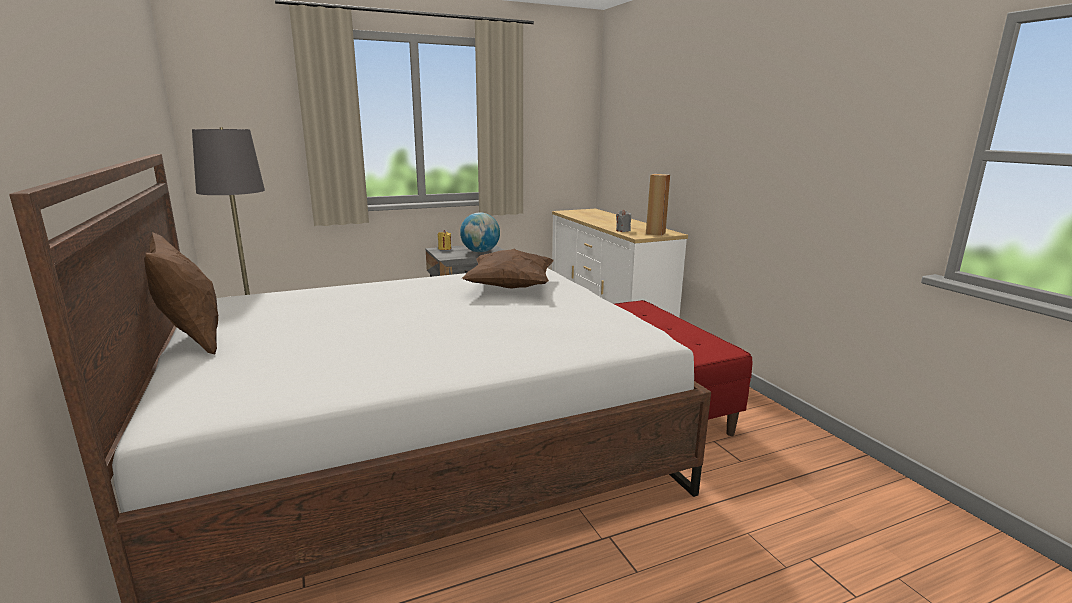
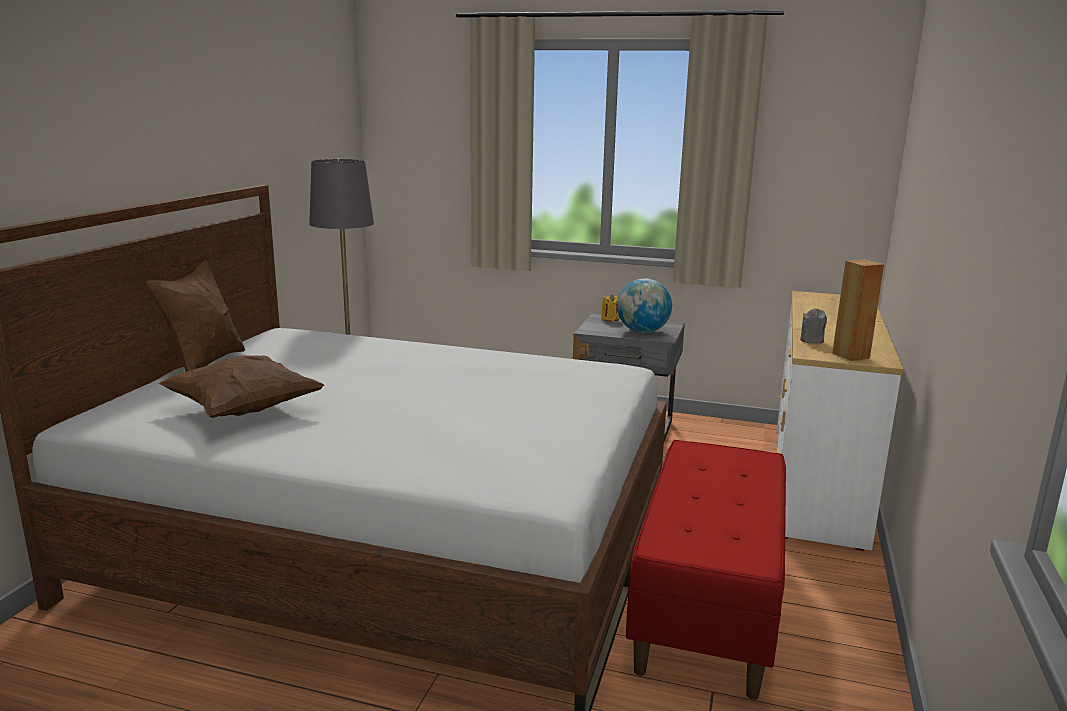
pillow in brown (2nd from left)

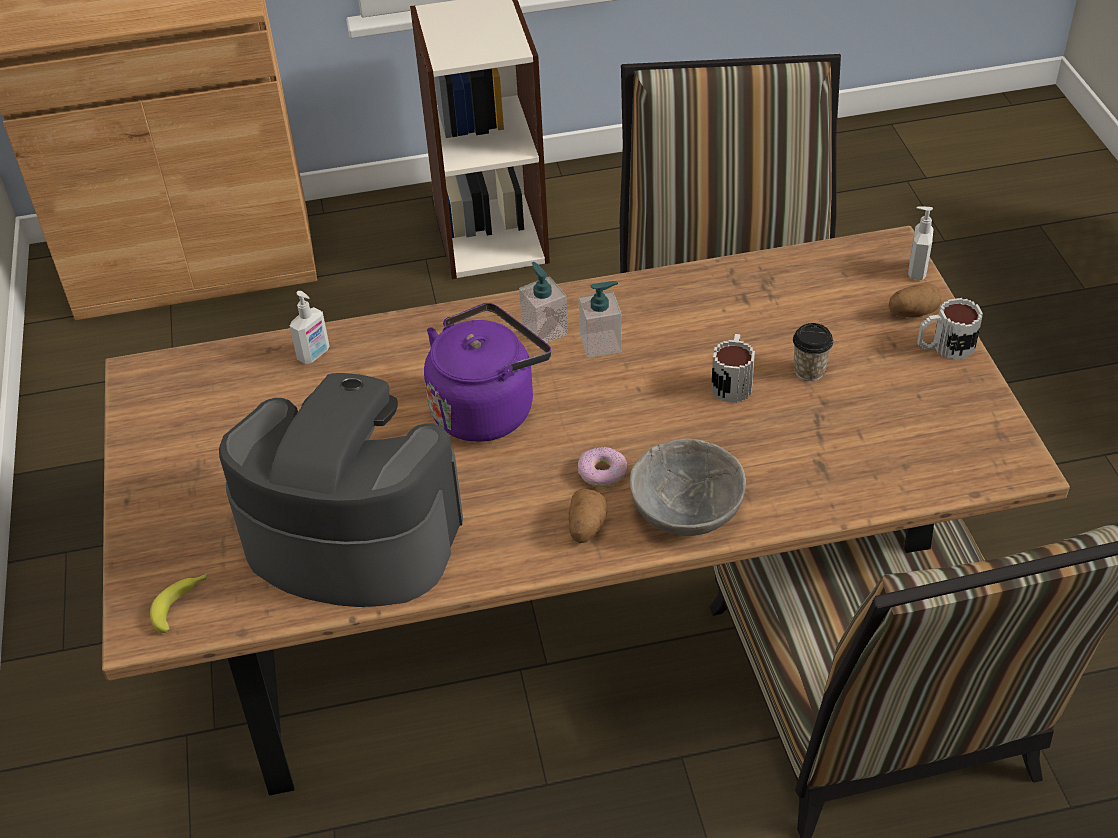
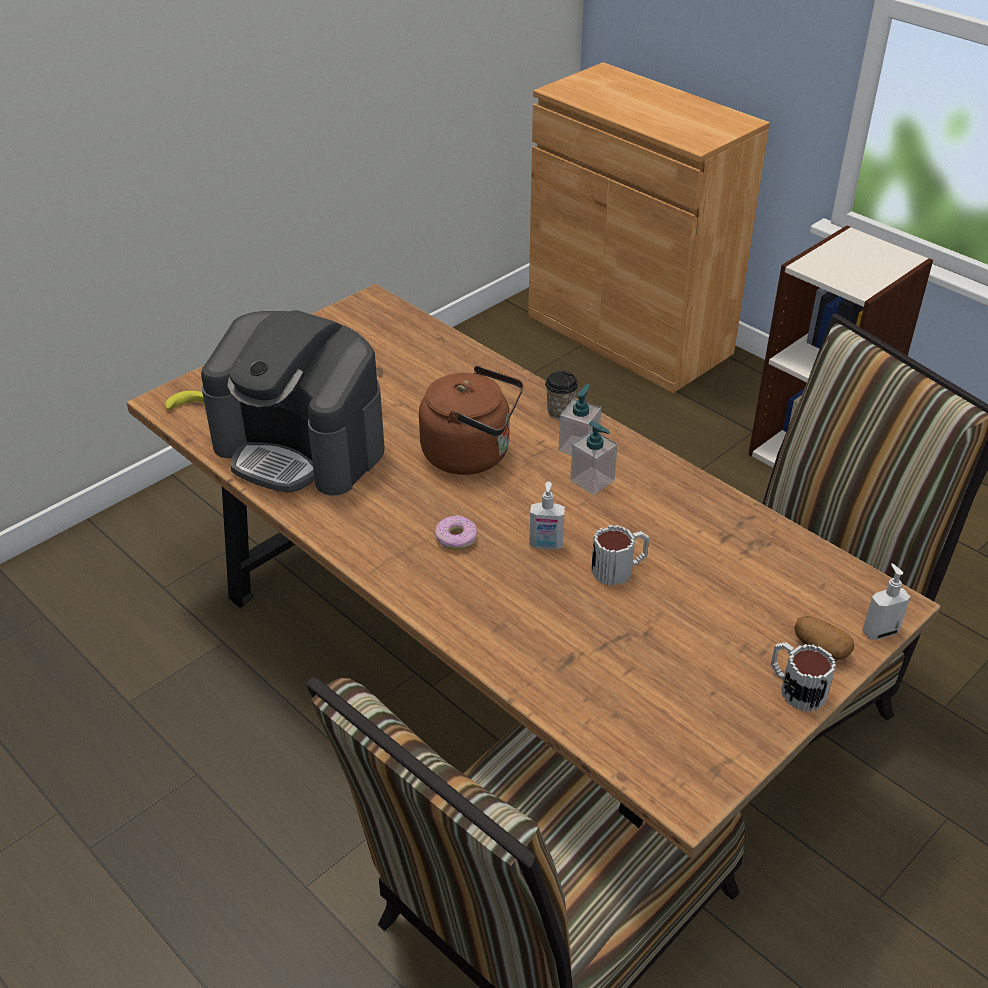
coffee machine; kettle in brown; soap dispenser (1st from left); cup; potato (1st from left in the first image); bowl in grey

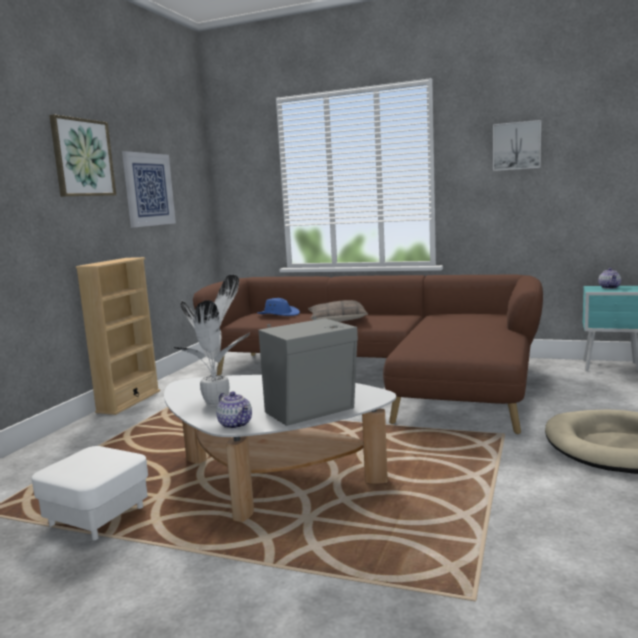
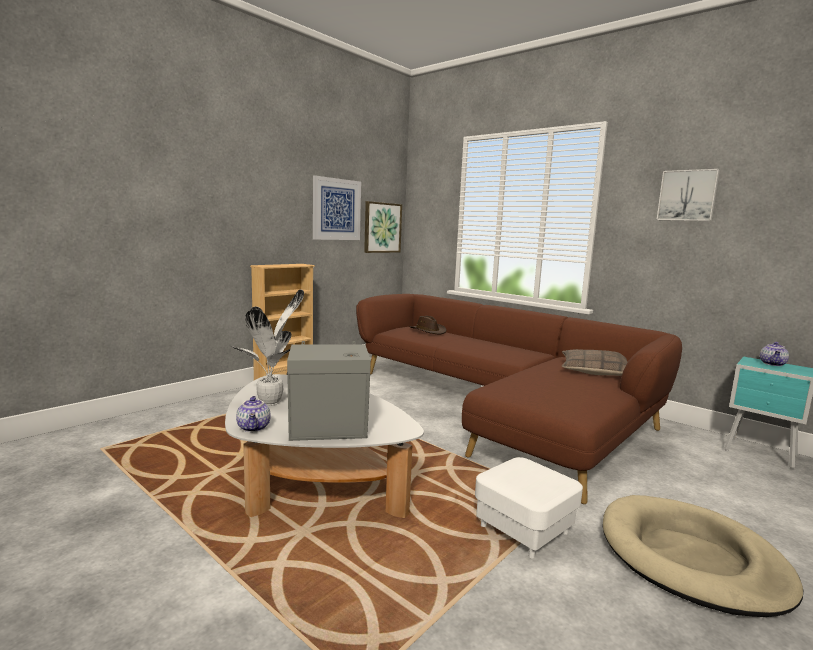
picture (2nd from left); hat in brown; ottoman in white; pillow

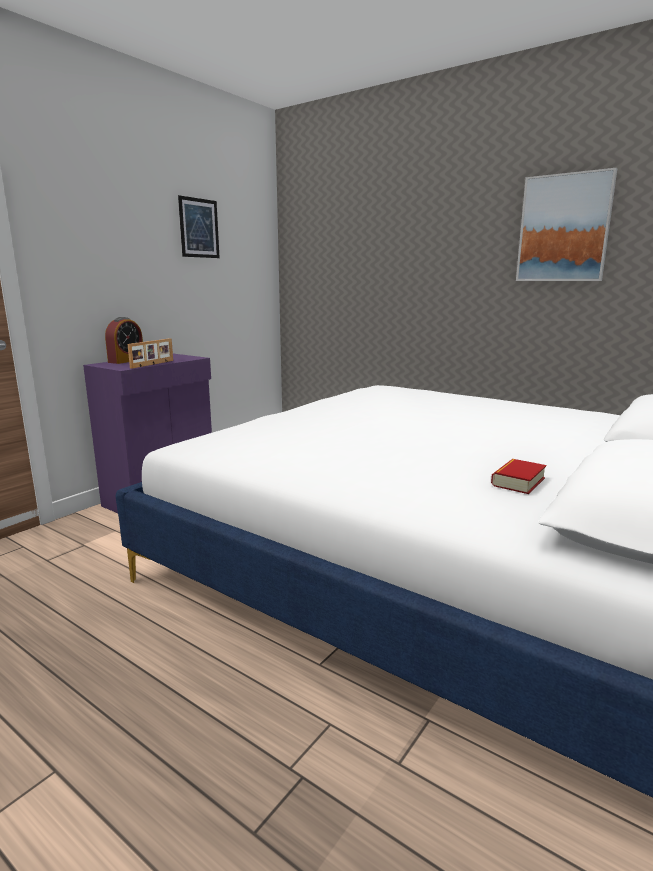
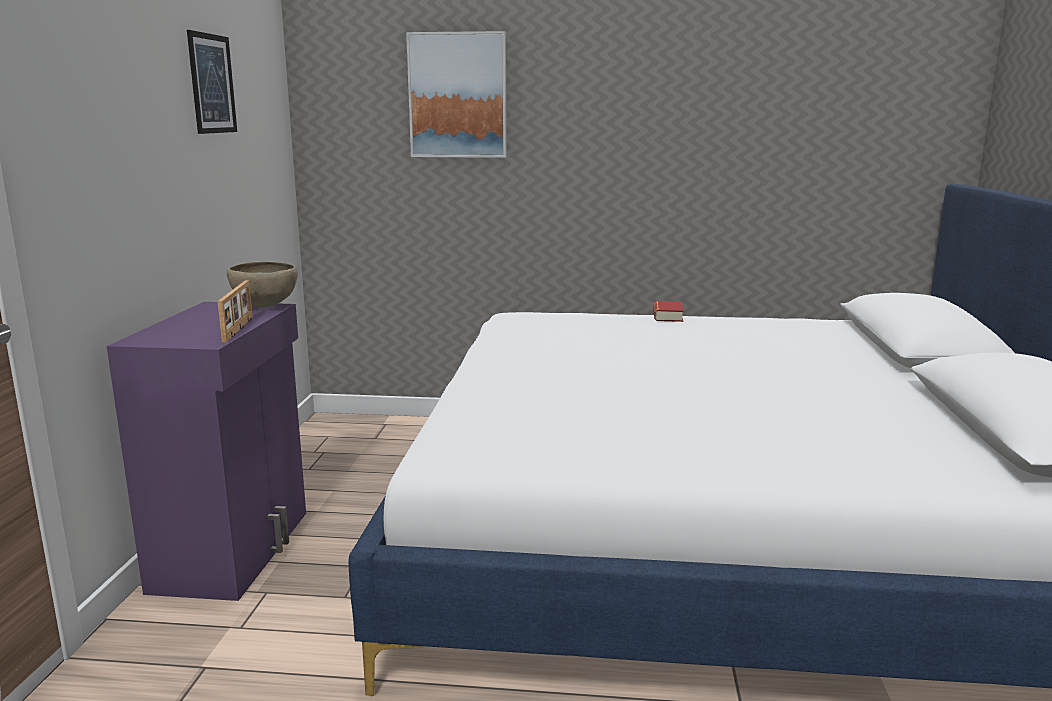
bowl in brown; picture (2nd from left); book; alarm clock

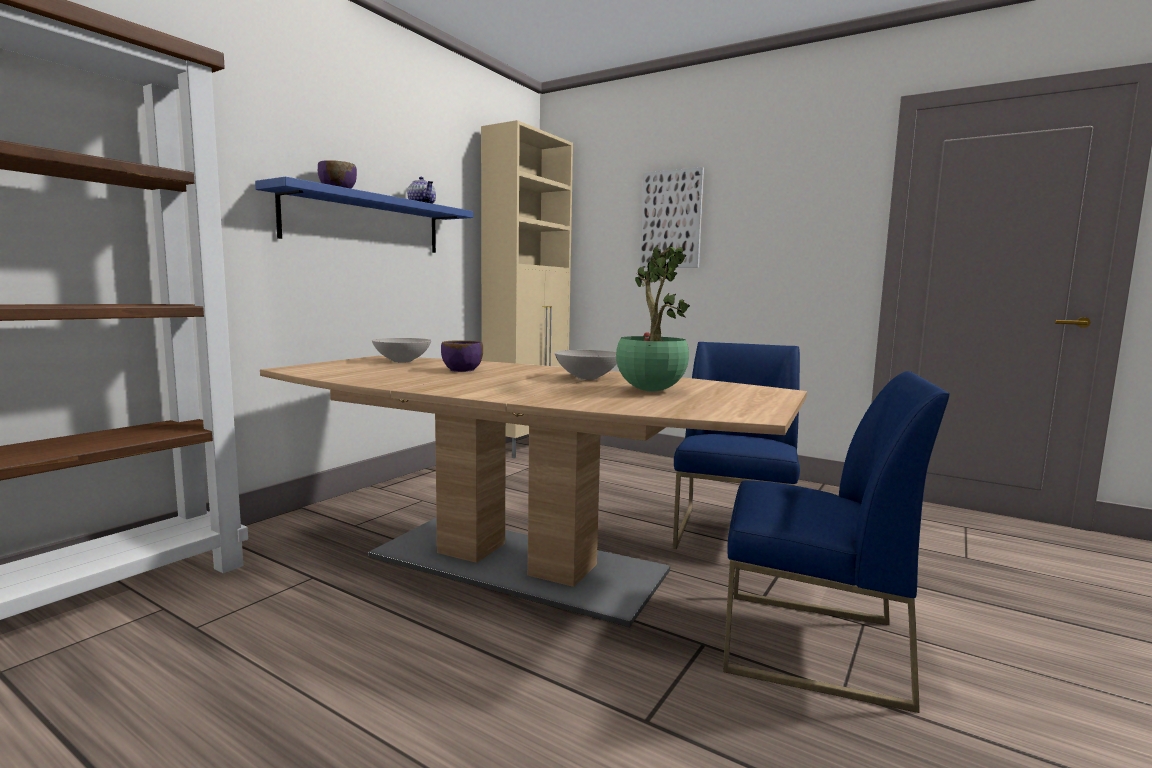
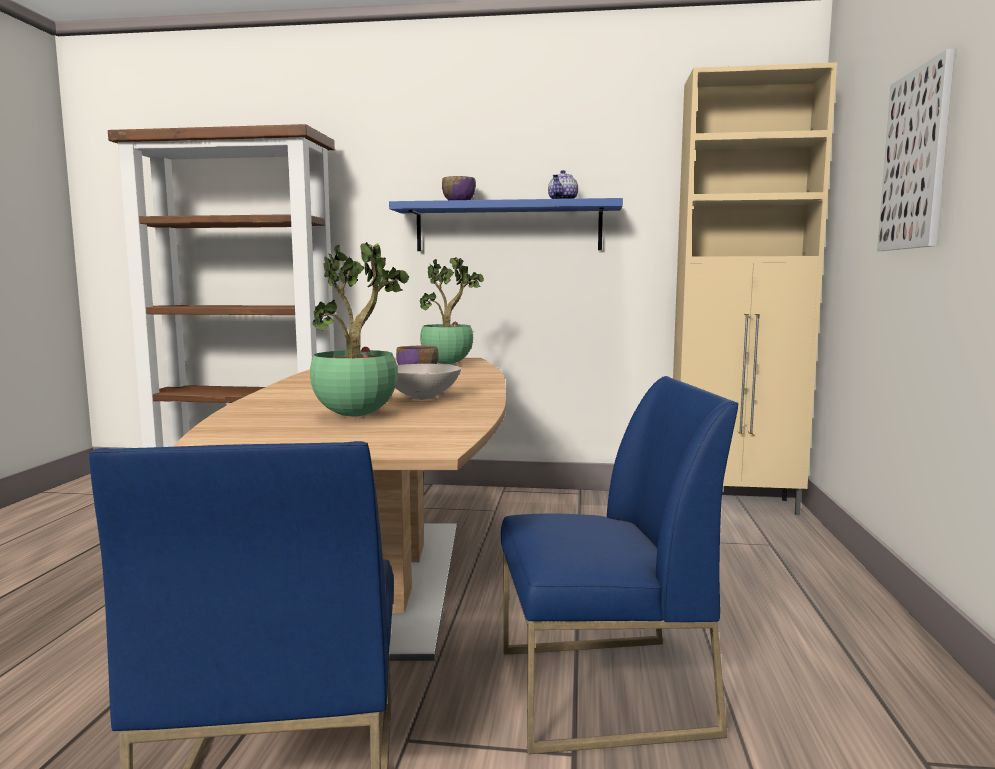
potted plant (2nd from left)

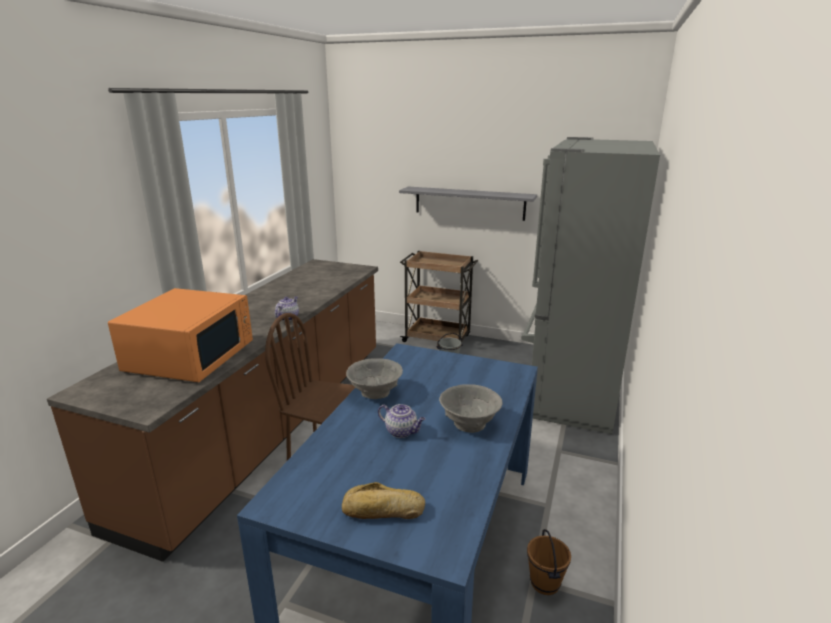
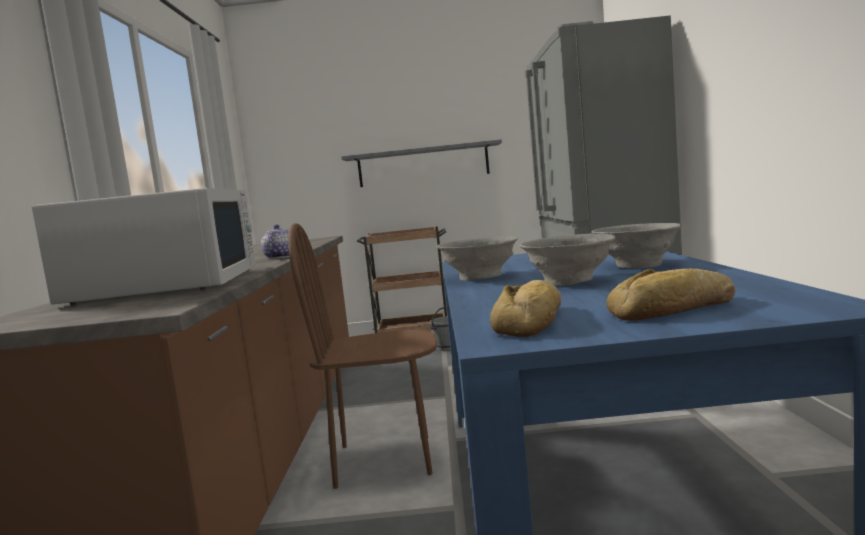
microwave in white; bread (1st from left); bowl in grey (2nd from left); bucket in brown

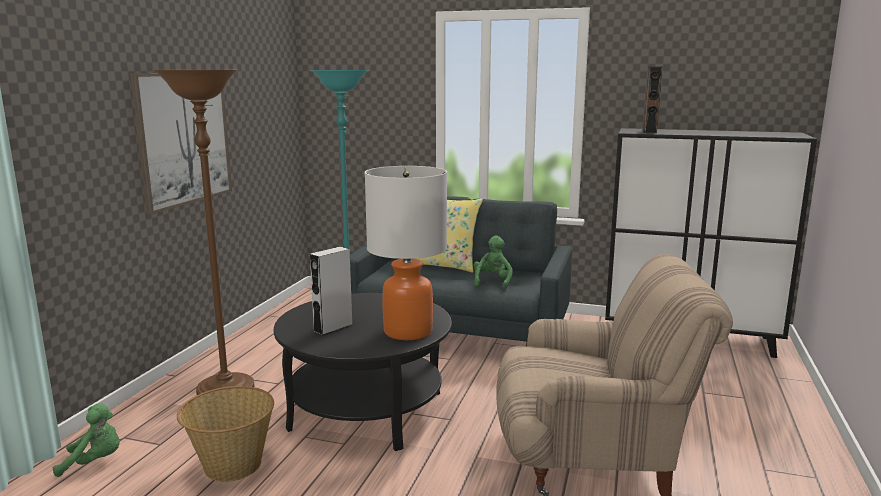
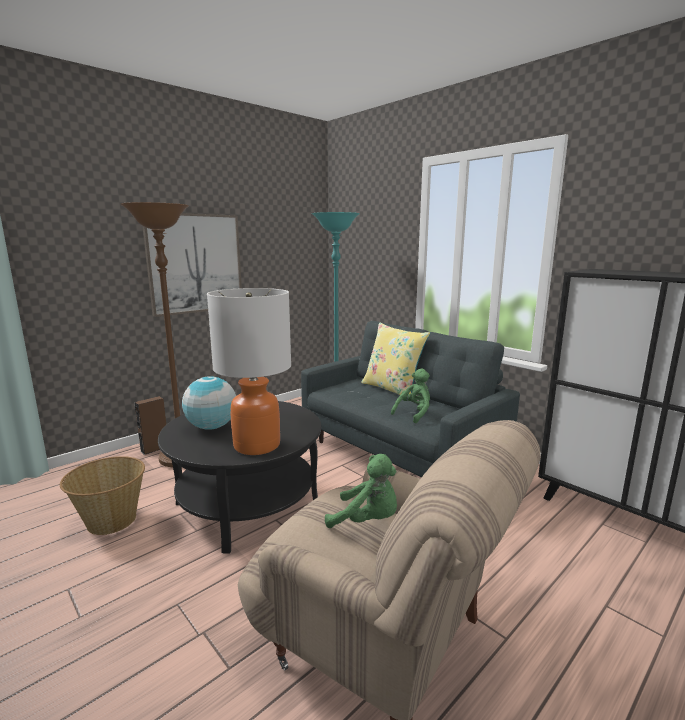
speaker in brown; globe; plush toy in green (1st from left)

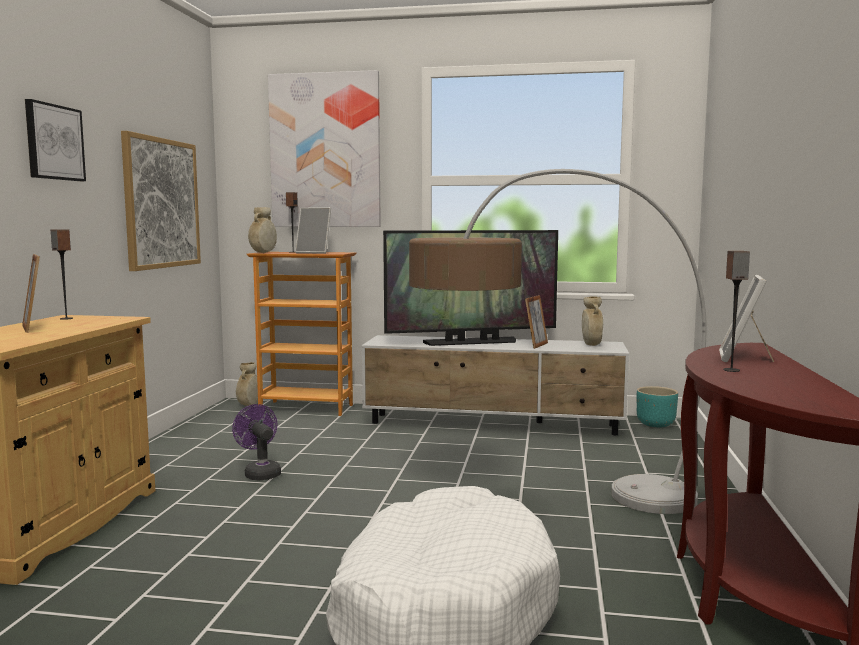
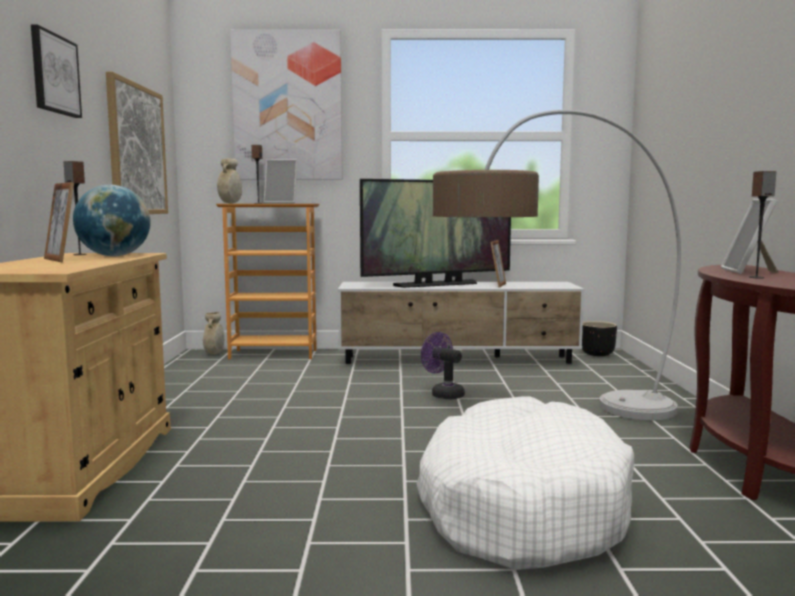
globe; fan in purple; planter in black; vase in beige (3rd from left in the first image)

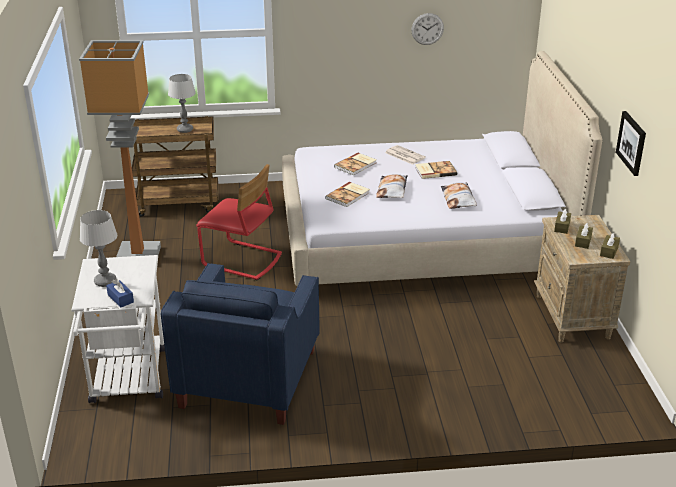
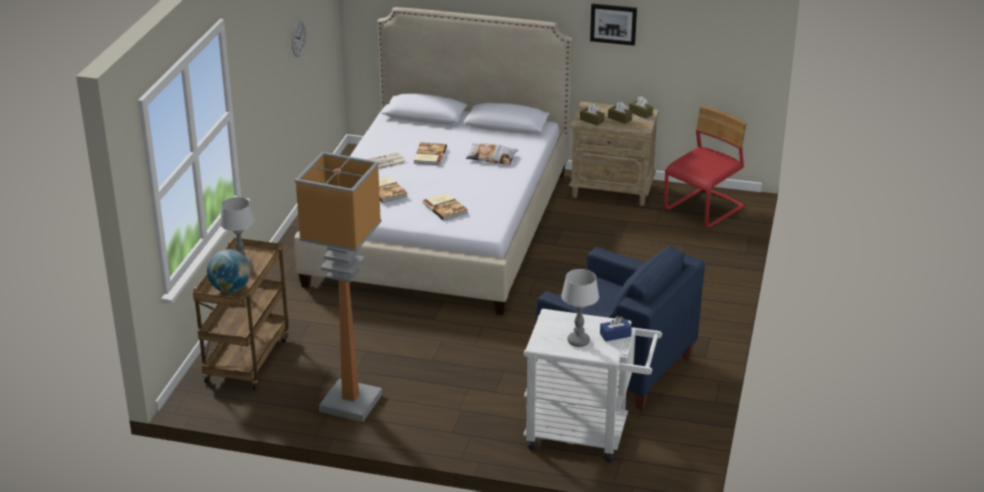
globe; chair in red; pillow (1st from left in the first image)

